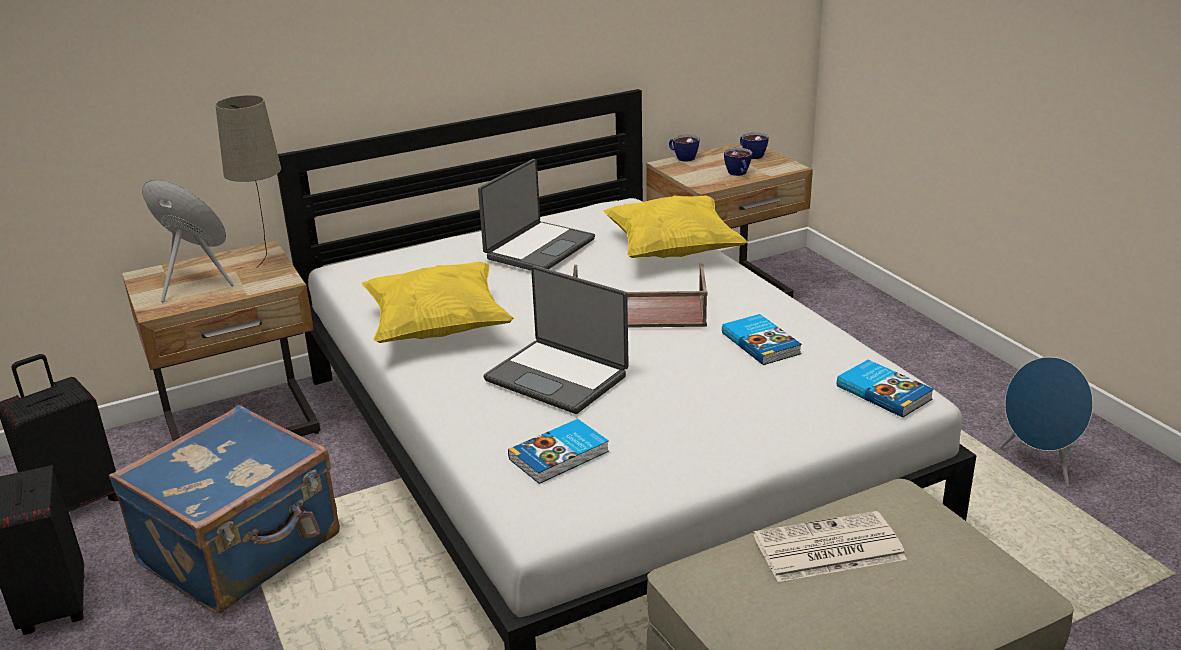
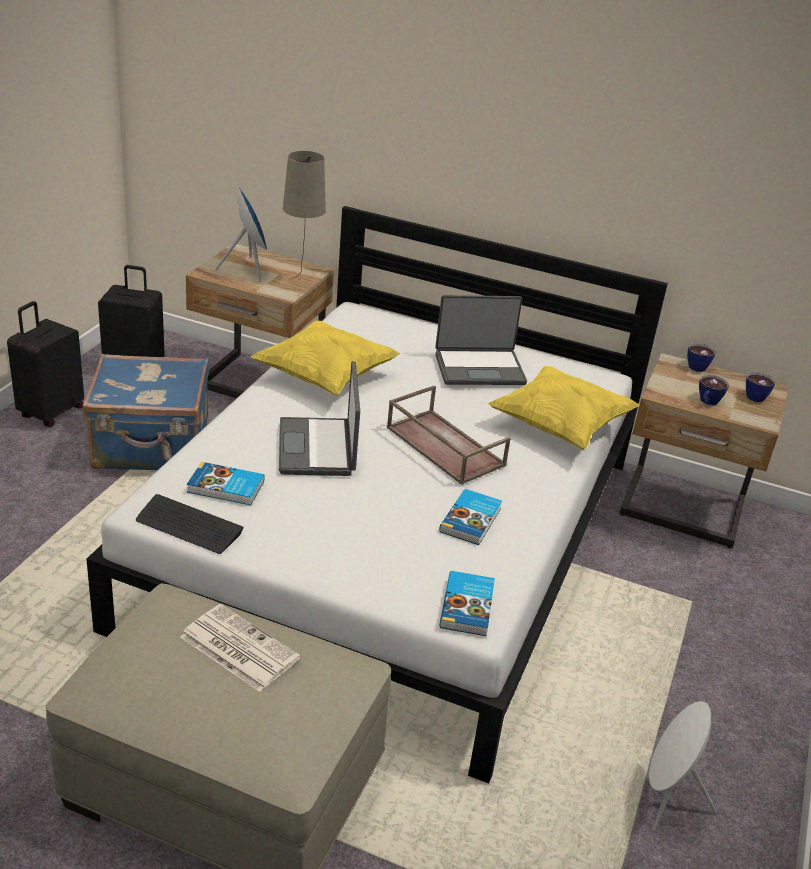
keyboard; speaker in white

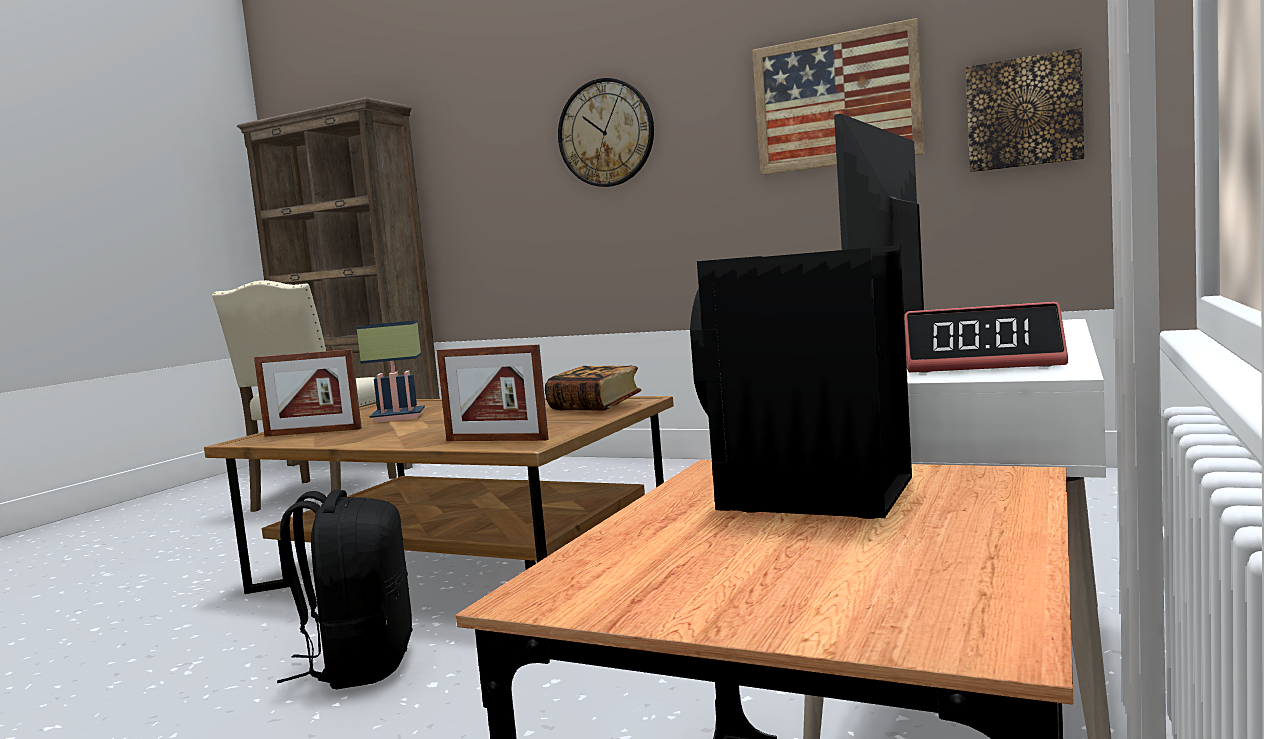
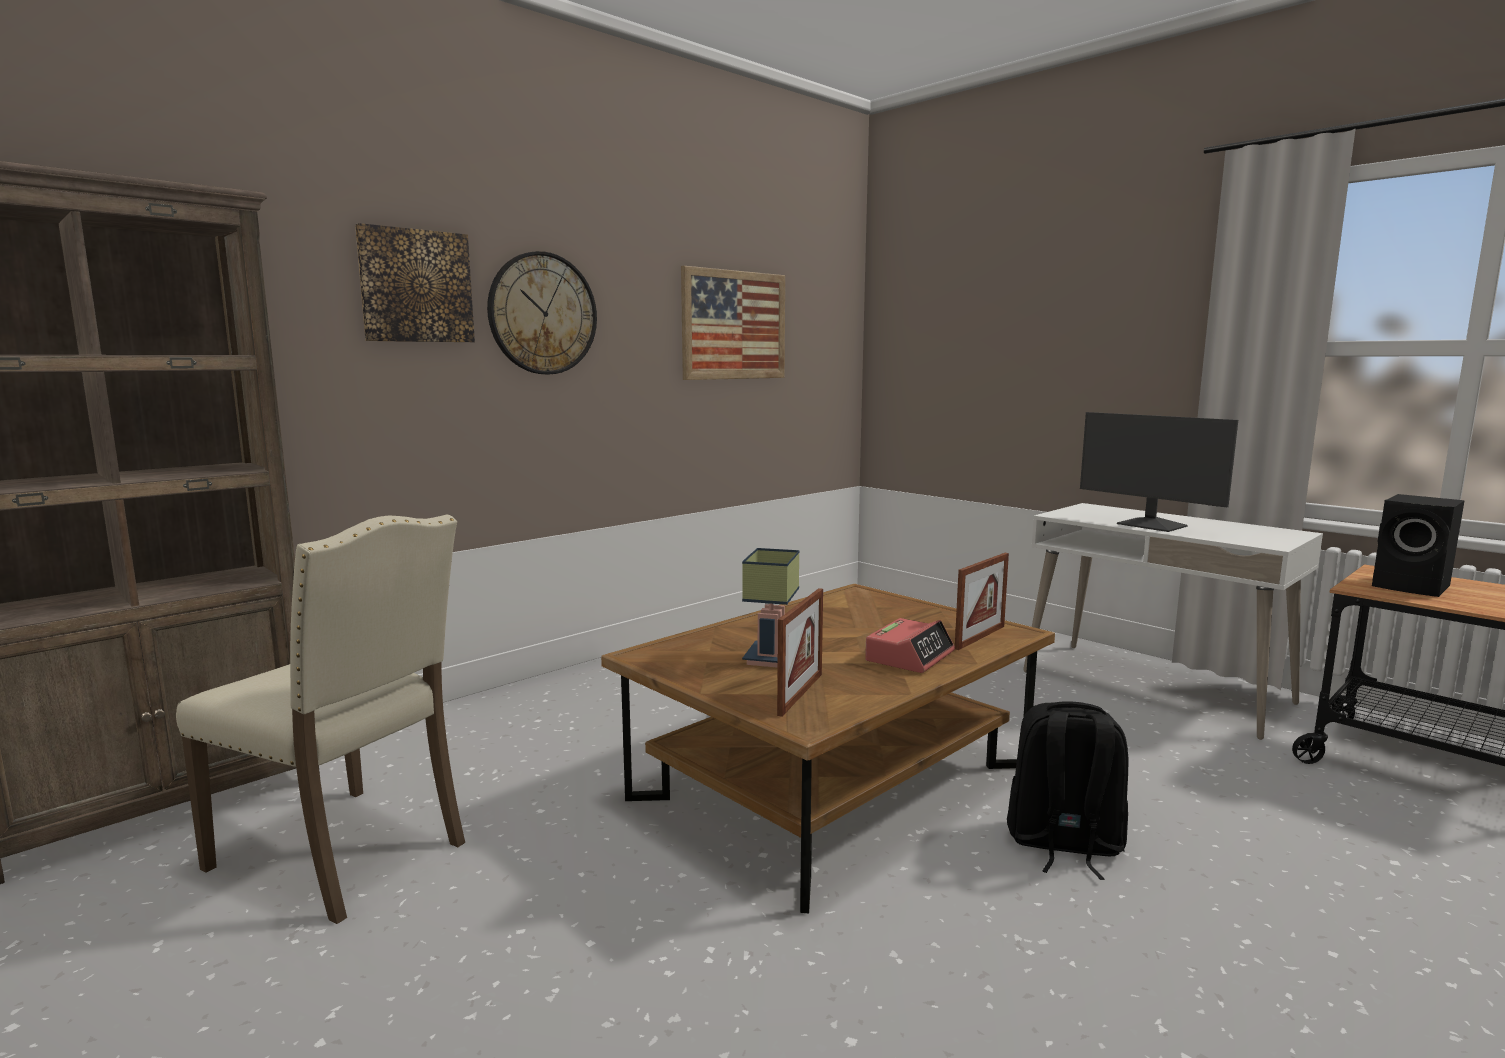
picture (1st from left); alarm clock; book

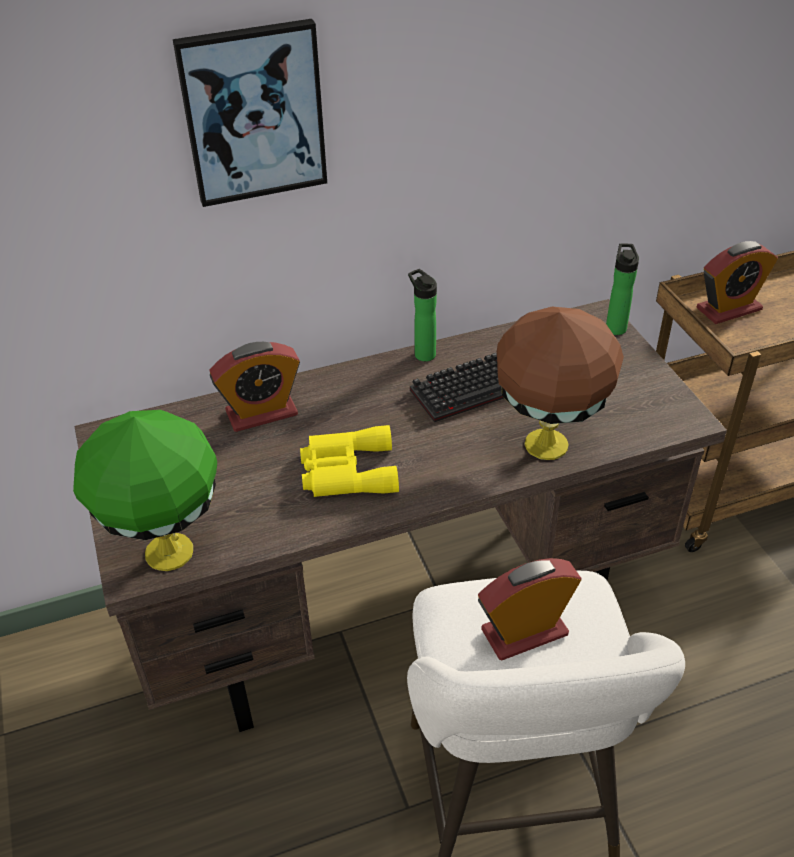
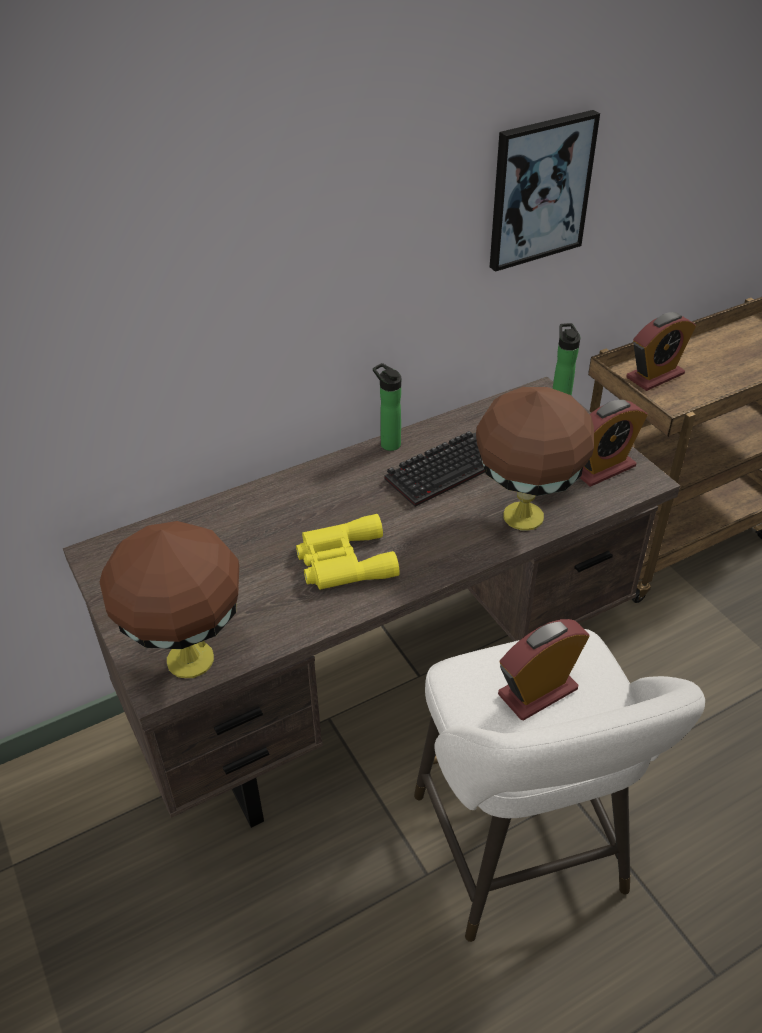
table lamp in brown (1st from left); picture; alarm clock (2nd from left)

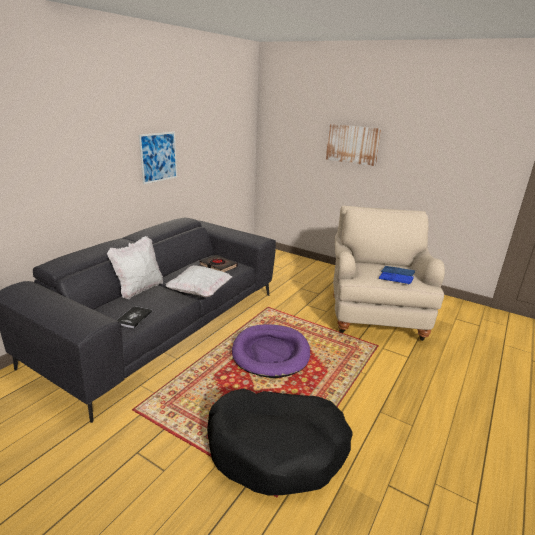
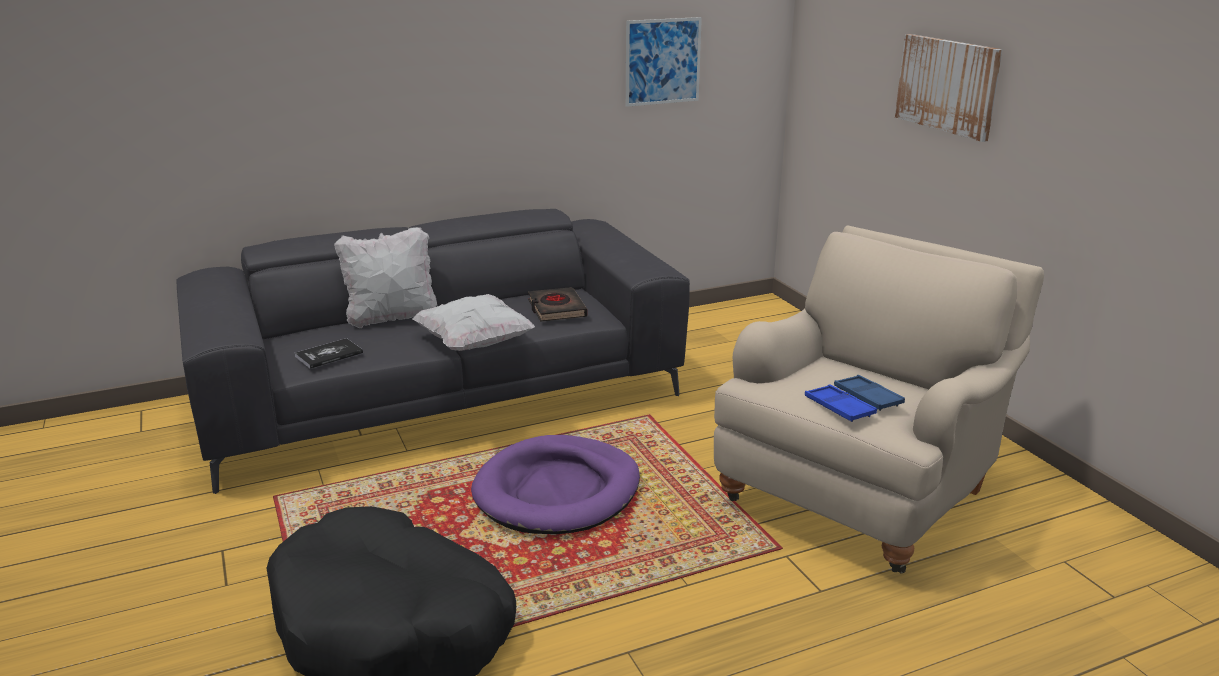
picture (1st from left)

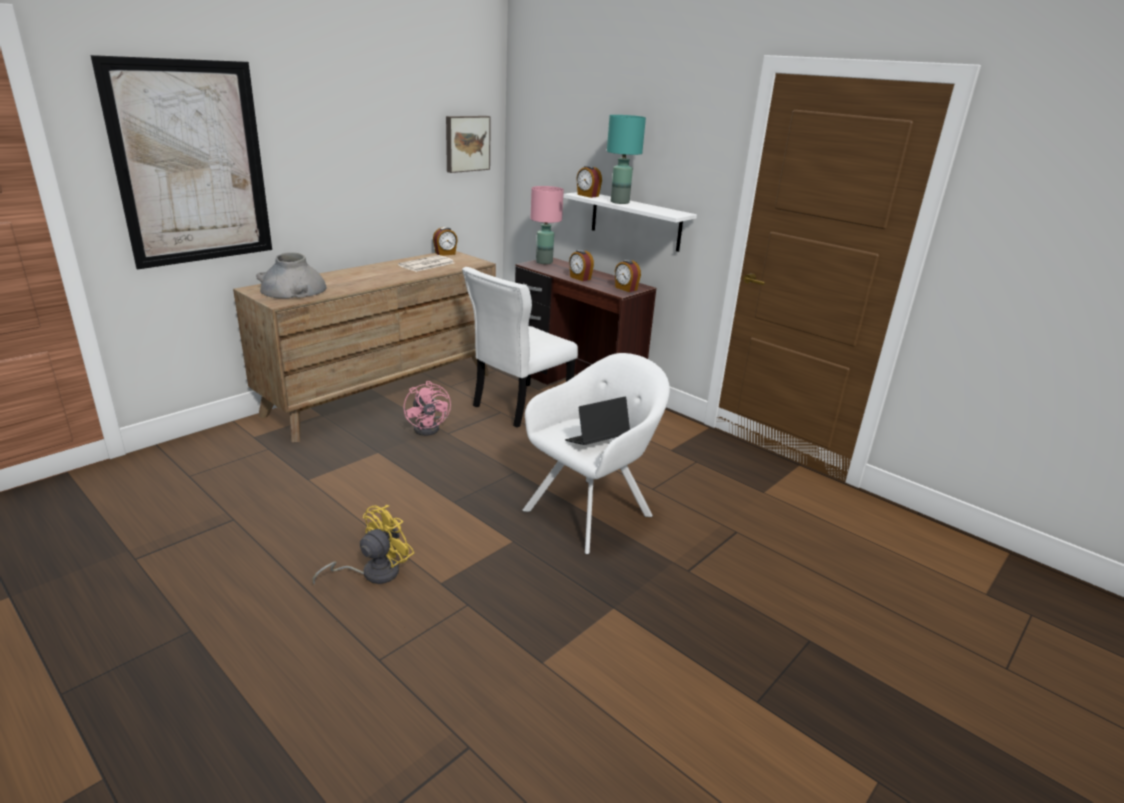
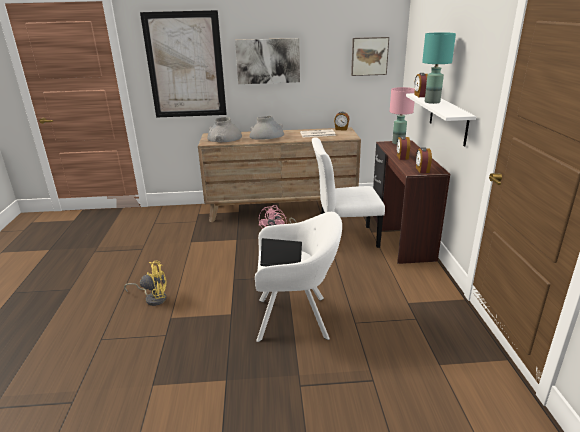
picture (2nd from left); vase in grey (2nd from left)

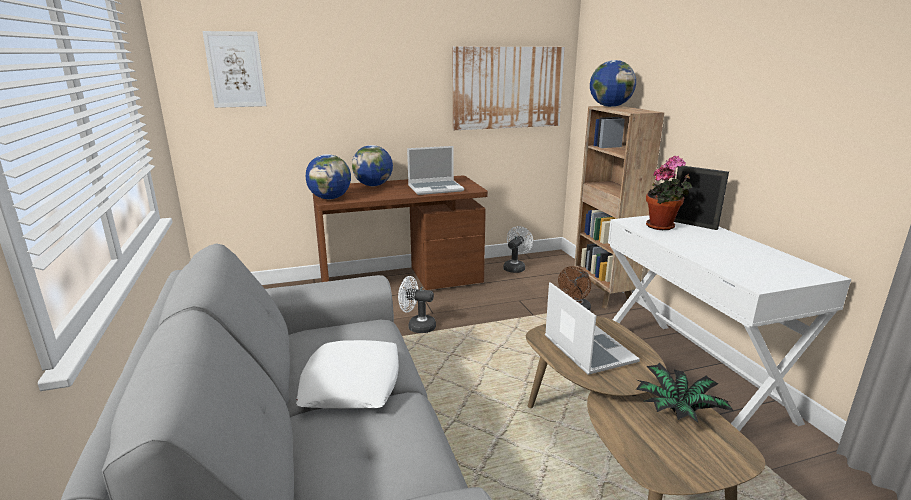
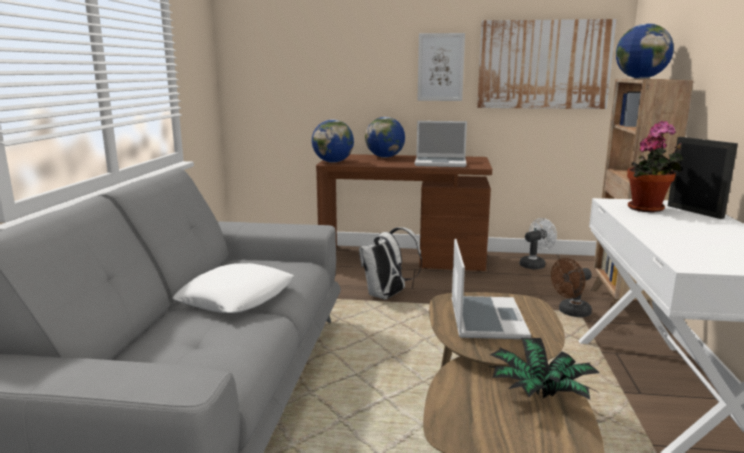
backpack in white; picture (1st from left)

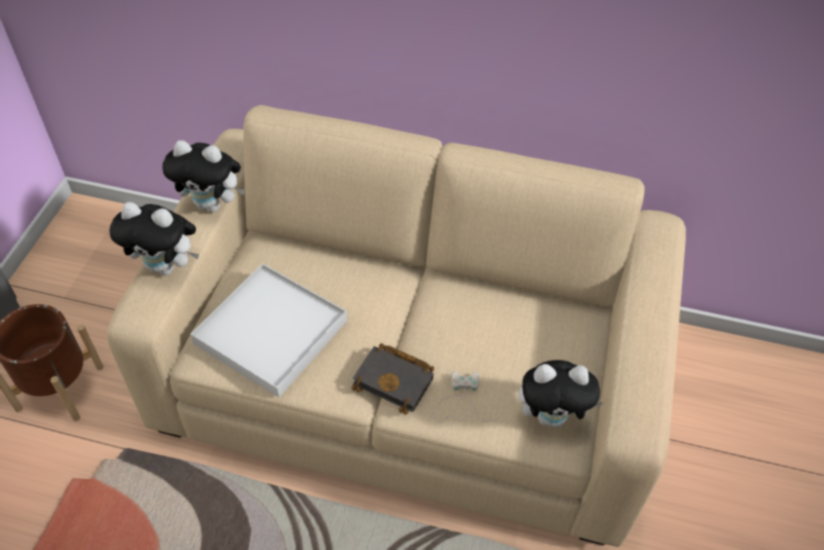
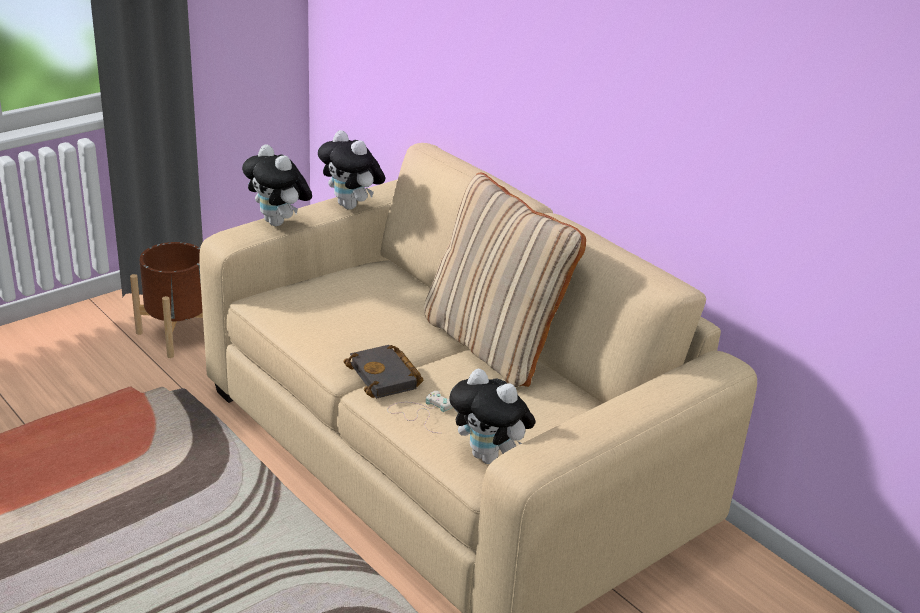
pillow in beige; tray in white

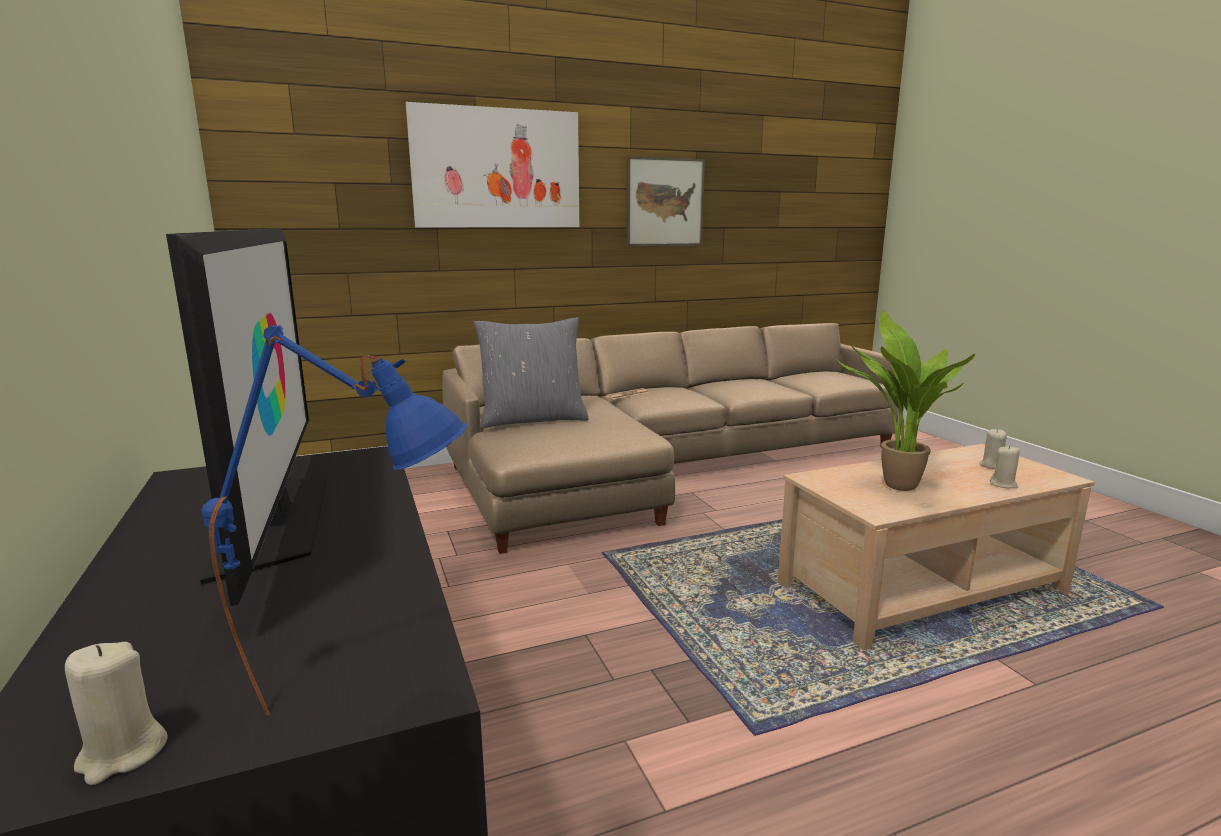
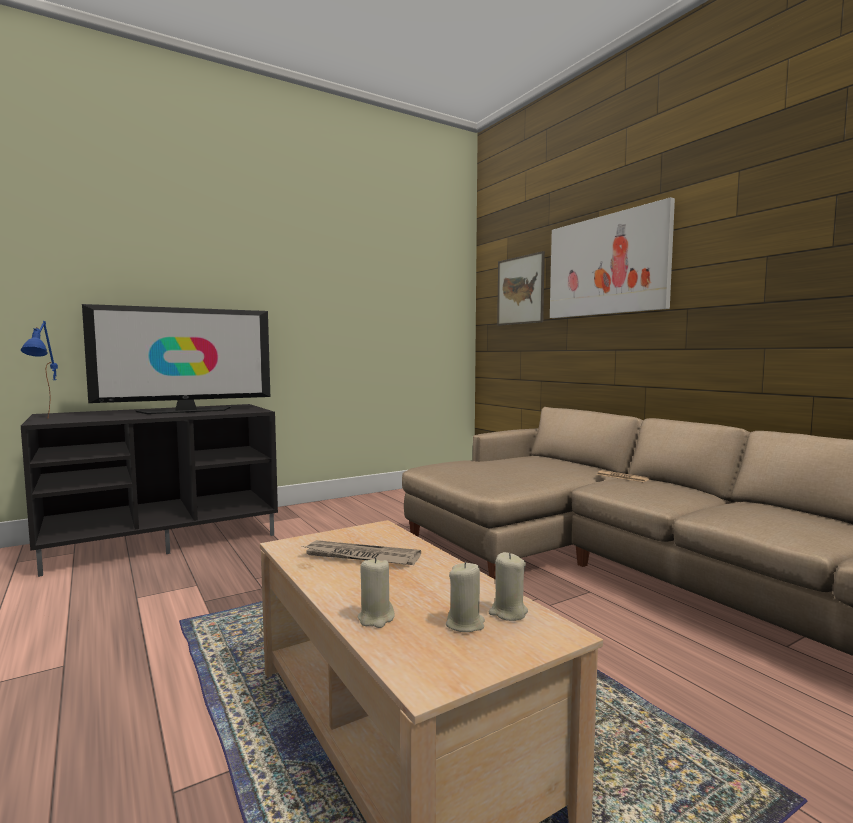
newspaper (1st from left); candle in beige (3rd from left); picture (1st from left); pillow in grey

